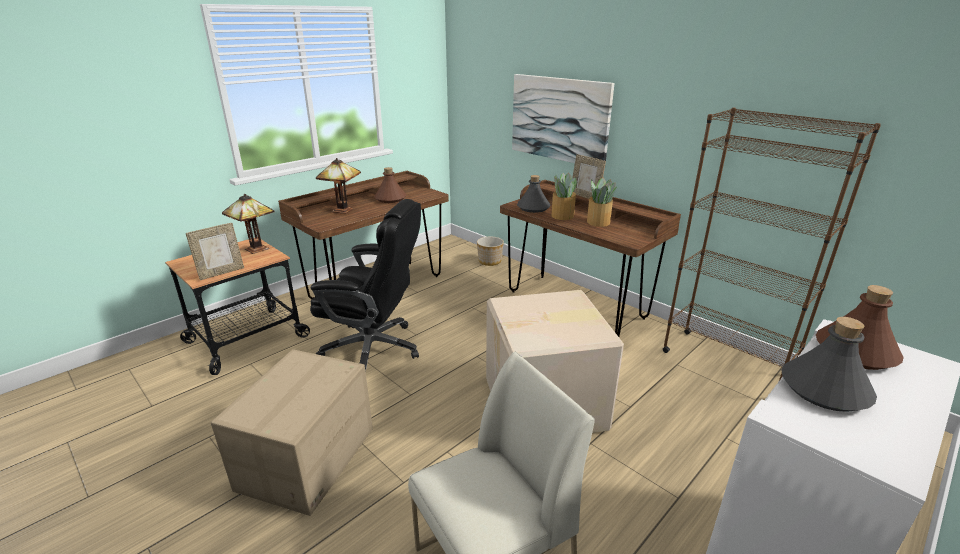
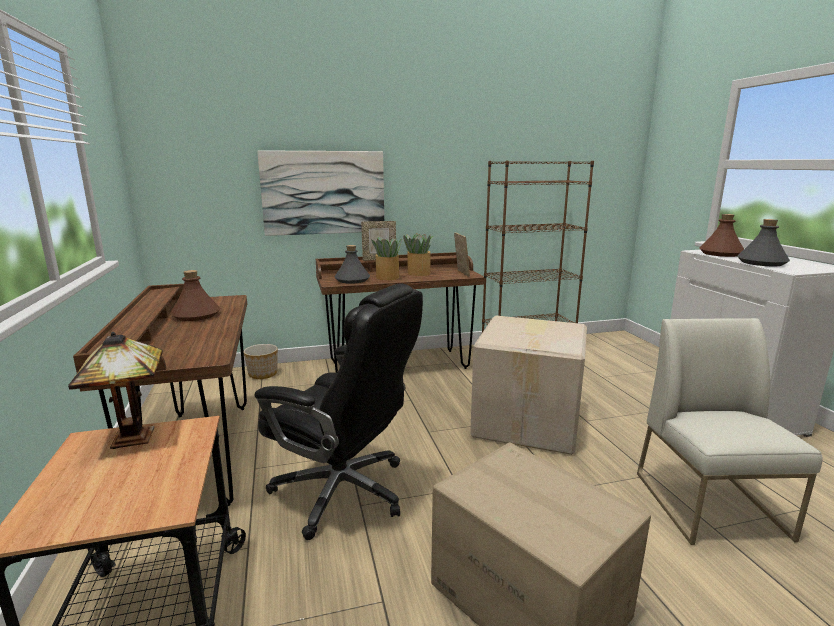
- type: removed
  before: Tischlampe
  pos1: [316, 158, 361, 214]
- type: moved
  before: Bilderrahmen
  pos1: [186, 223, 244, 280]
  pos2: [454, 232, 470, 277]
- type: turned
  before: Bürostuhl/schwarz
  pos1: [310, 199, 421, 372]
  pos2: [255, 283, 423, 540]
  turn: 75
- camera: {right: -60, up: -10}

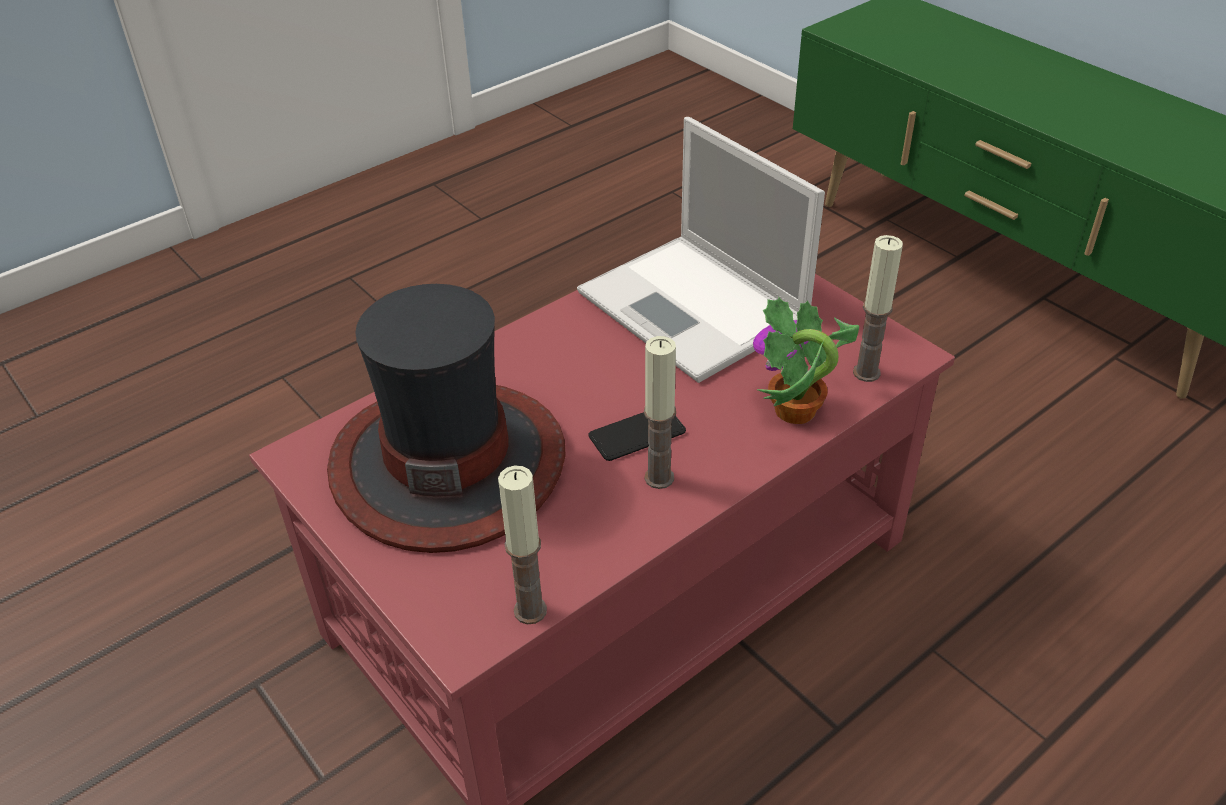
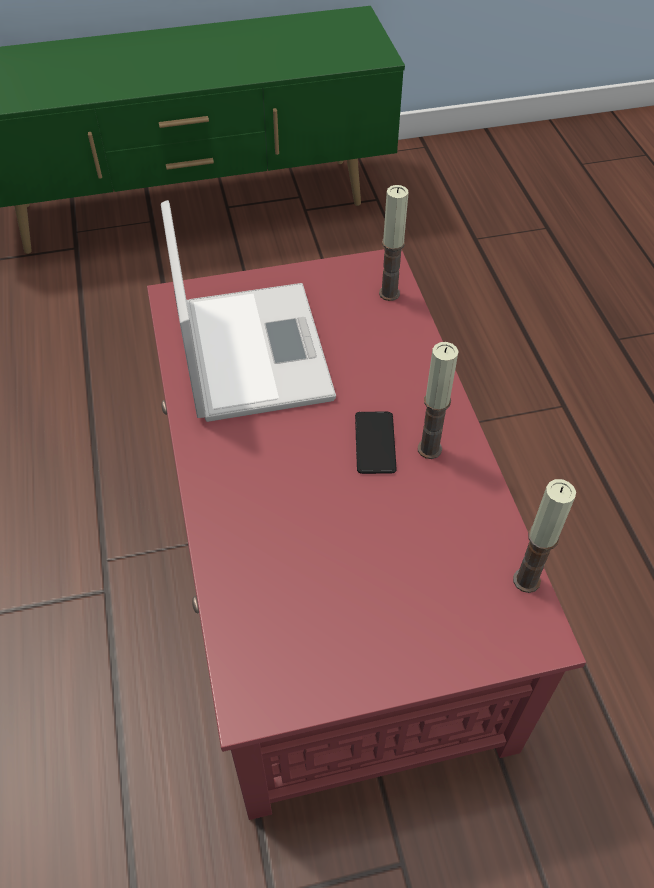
- type: removed
  before: Hut
  pos1: [327, 284, 566, 553]
- type: removed
  before: Topfpflanze
  pos1: [753, 297, 859, 424]
- type: turned
  before: Laptop
  pos1: [577, 117, 825, 383]
  pos2: [161, 200, 336, 422]
  turn: -90
- camera: {right: -65, up: 10}

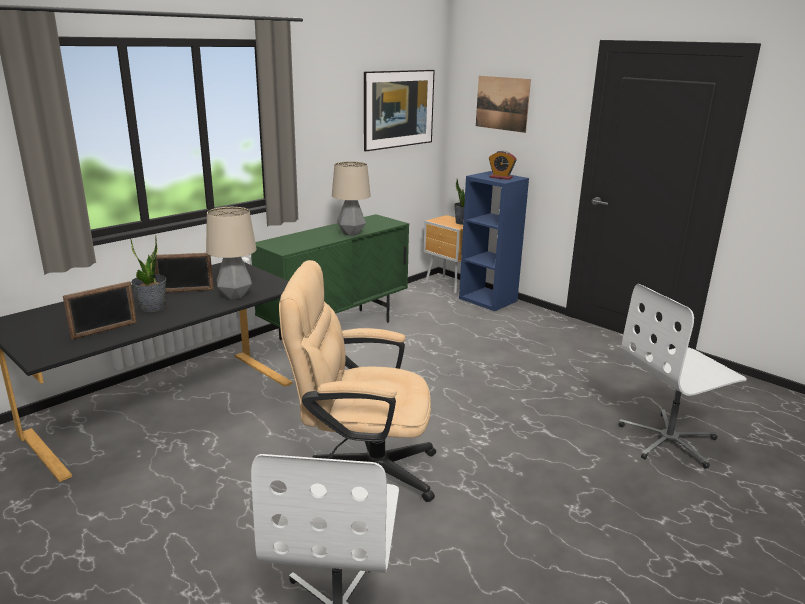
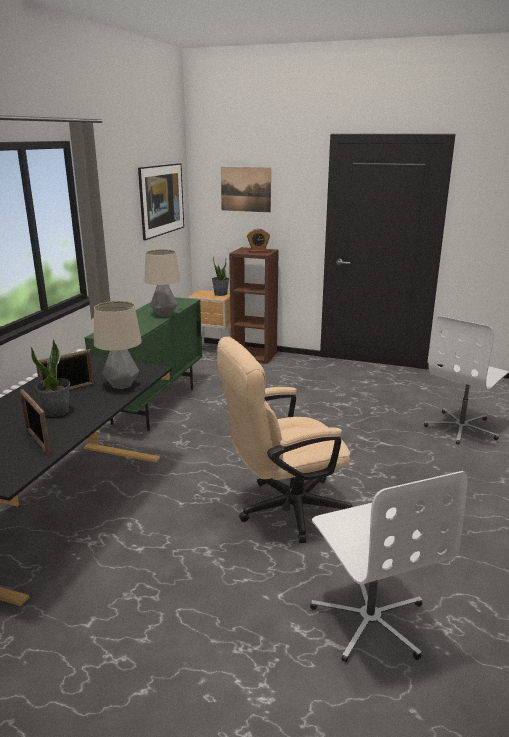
- type: recoloured
  before: Bücherregal/blau
  after: Bücherregal/braun
  pos1: [459, 171, 529, 311]
  pos2: [229, 247, 279, 364]
- type: turned
  before: Bilderrahmen
  pos1: [63, 281, 137, 340]
  pos2: [20, 389, 51, 455]
  turn: 120
- camera: {right: -25, up: 0}

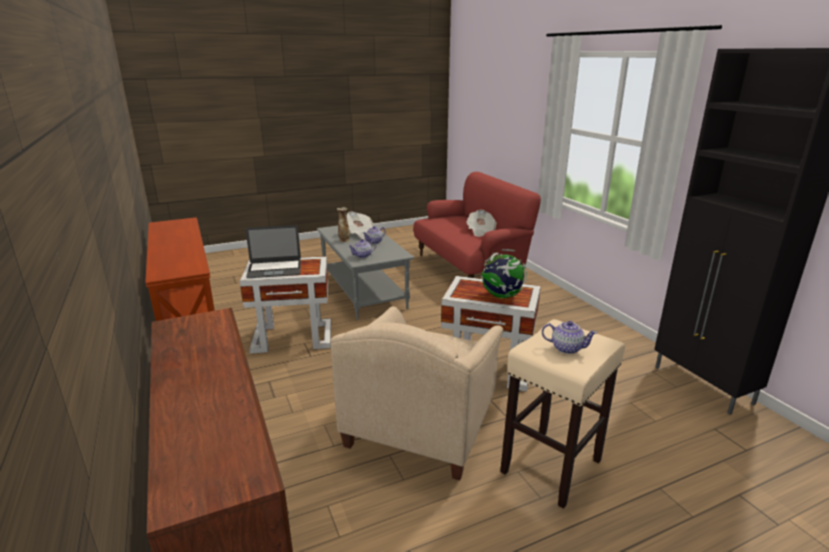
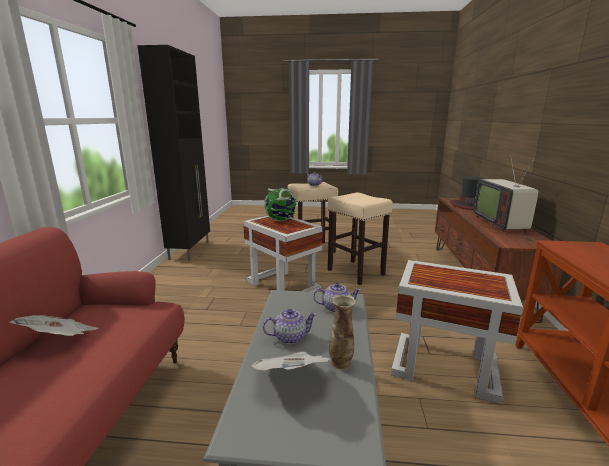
- type: removed
  before: Laptop
  pos1: [246, 225, 301, 278]
- type: added
  after: Hut
  pos2: [450, 176, 484, 210]
- type: added
  after: Fernseher
  pos2: [474, 155, 539, 232]
- type: replaced
  before: Sessel/beige
  after: Hocker/beige
  pos1: [330, 306, 504, 480]
  pos2: [328, 193, 393, 285]
- camera: {right: -150, up: -5}

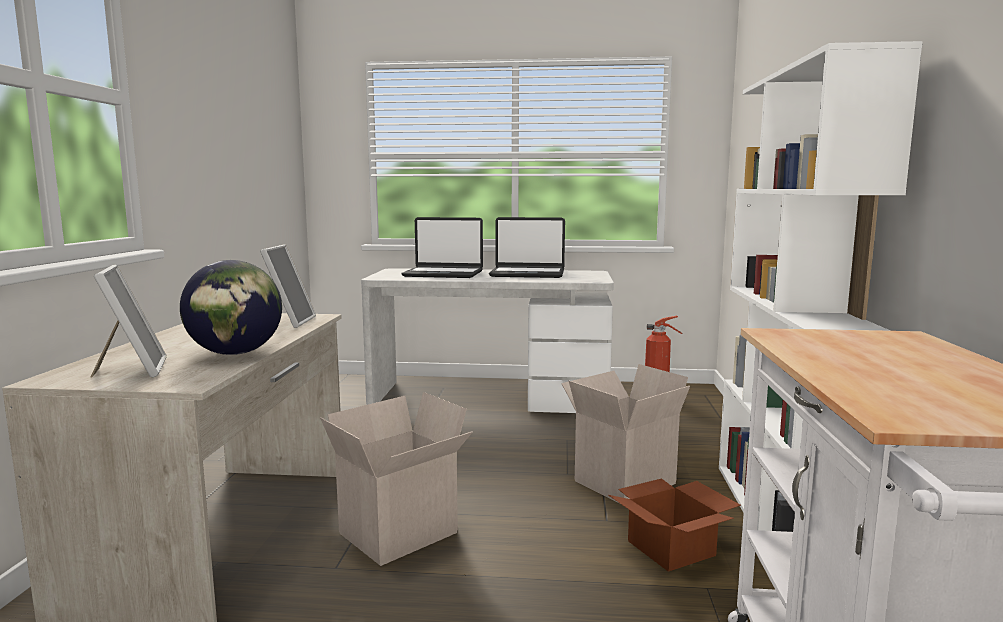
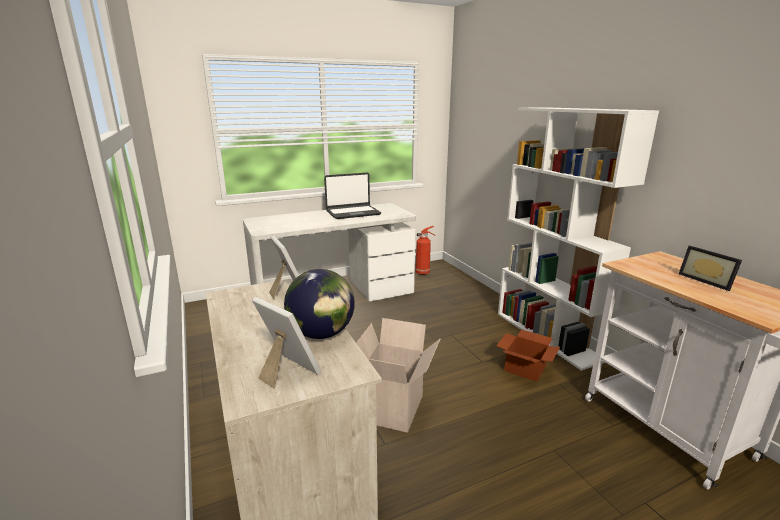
- type: removed
  before: Laptop
  pos1: [401, 217, 483, 278]
- type: removed
  before: Karton
  pos1: [561, 364, 690, 503]
- type: added
  after: Bilderrahmen
  pos2: [679, 246, 742, 291]
- camera: {right: -30, up: 10}

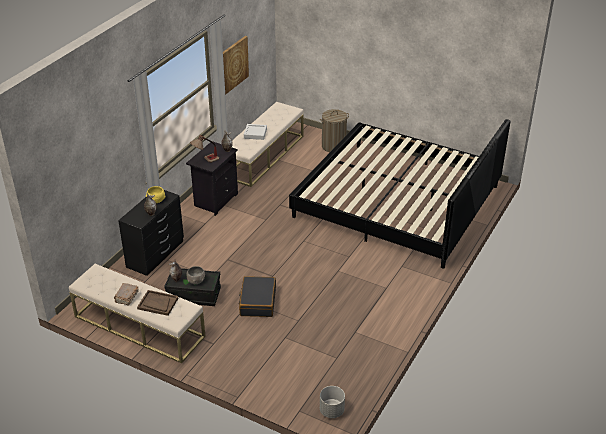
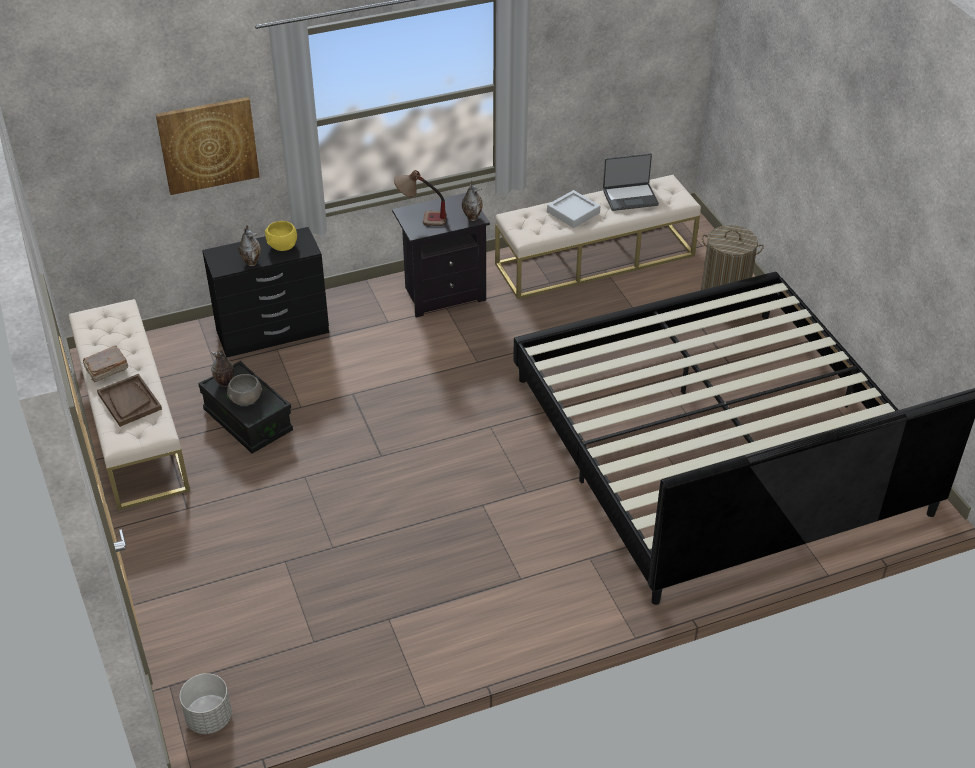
- type: removed
  before: Koffer/schwarz
  pos1: [239, 276, 276, 317]
- type: added
  after: Laptop
  pos2: [603, 153, 659, 211]
- type: moved
  before: Bild
  pos1: [223, 36, 249, 95]
  pos2: [156, 97, 260, 195]
- camera: {right: 40, up: 5}

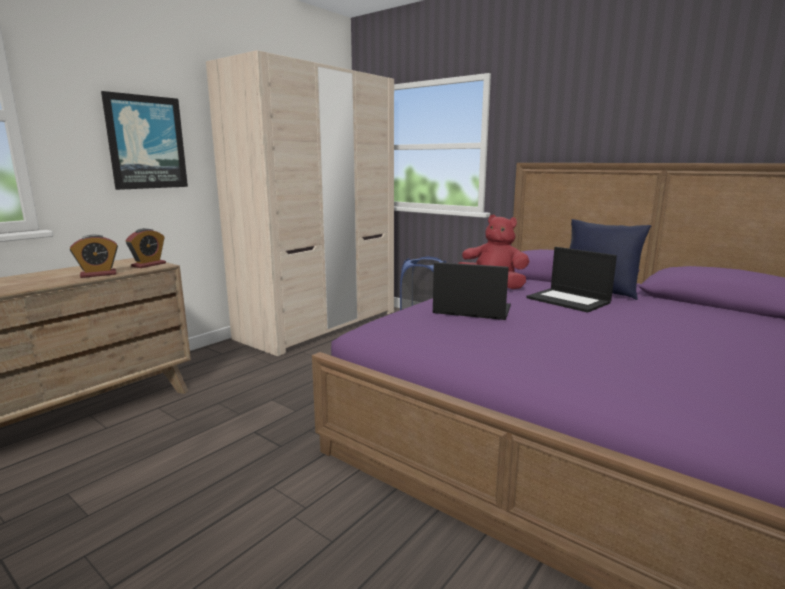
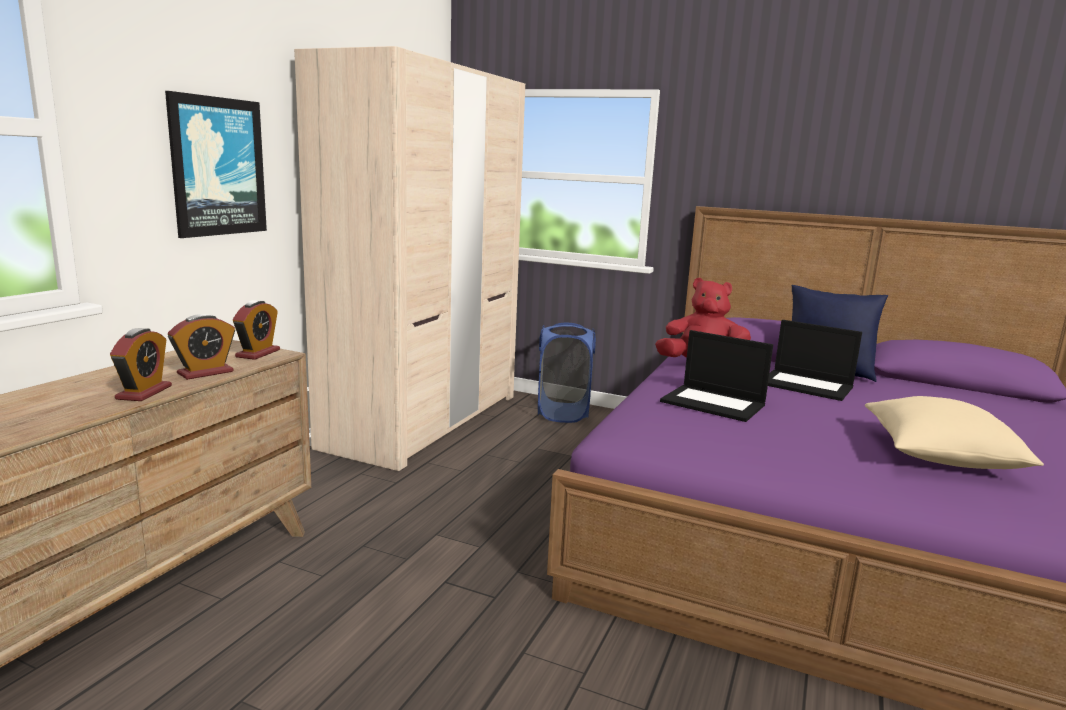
- type: added
  after: Wecker
  pos2: [110, 328, 172, 401]
- type: added
  after: Kissen/beige
  pos2: [865, 396, 1044, 469]
- type: turned
  before: Laptop
  pos1: [433, 262, 511, 320]
  pos2: [660, 330, 773, 422]
  turn: -150
- camera: {right: -15, up: 0}

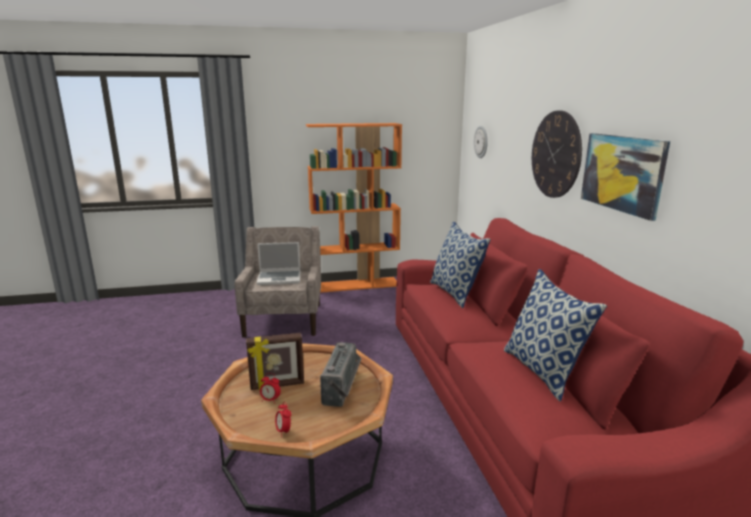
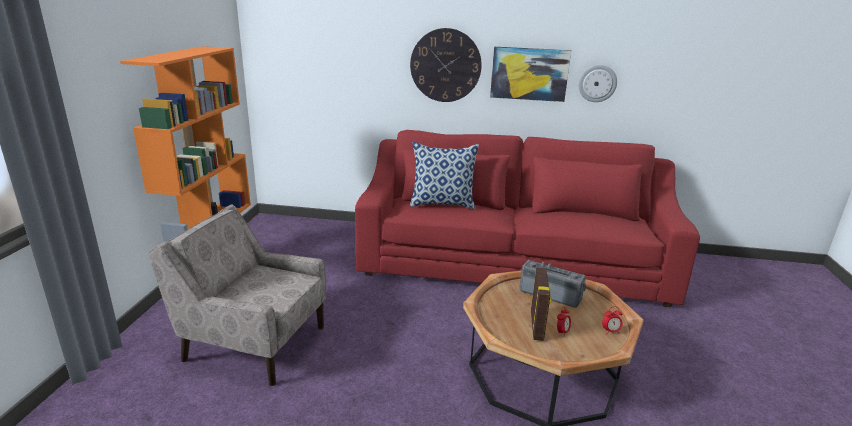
- type: removed
  before: Laptop
  pos1: [256, 242, 300, 285]
- type: removed
  before: Kissen
  pos1: [504, 269, 607, 402]
- type: moved
  before: Wanduhr
  pos1: [474, 126, 488, 158]
  pos2: [579, 65, 617, 102]
- camera: {right: -70, up: 5}

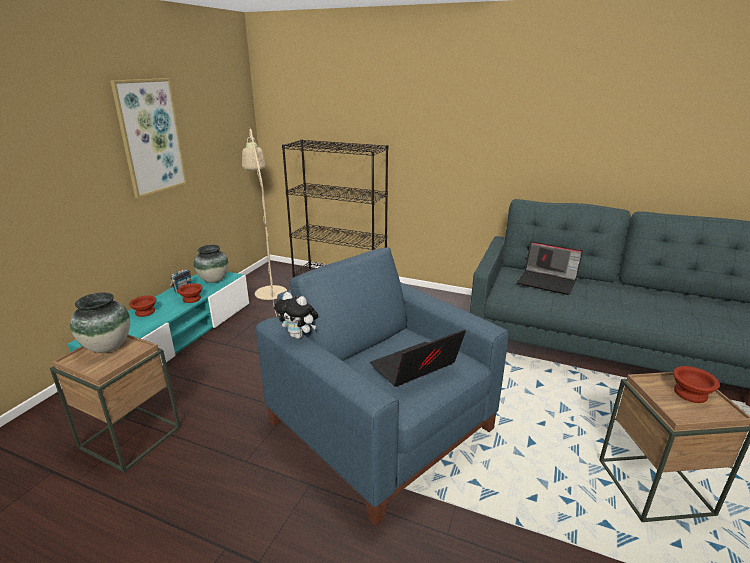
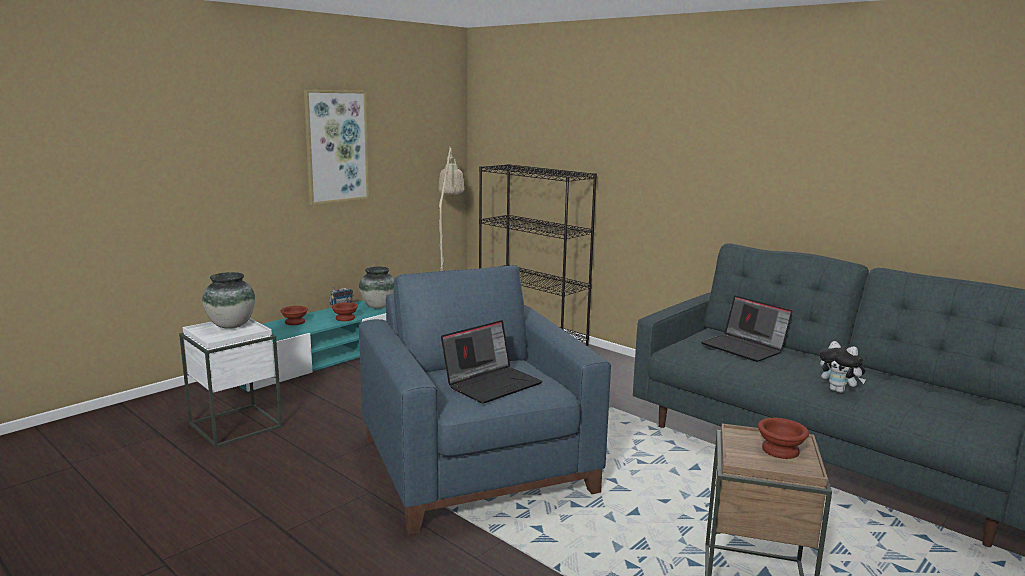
- type: moved
  before: Plüschtier
  pos1: [274, 292, 318, 339]
  pos2: [819, 341, 866, 393]
- type: recoloured
  before: Beistelltisch/braun
  after: Beistelltisch/weiß
  pos1: [50, 335, 181, 473]
  pos2: [179, 318, 283, 448]
- type: turned
  before: Laptop
  pos1: [370, 330, 466, 387]
  pos2: [441, 320, 543, 404]
  turn: 150
- camera: {right: 20, up: -10}

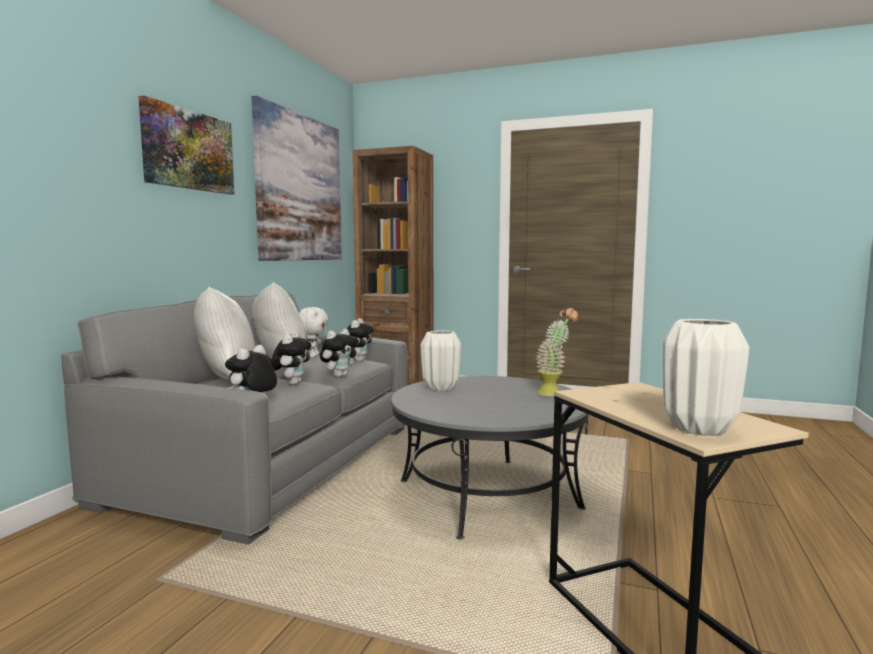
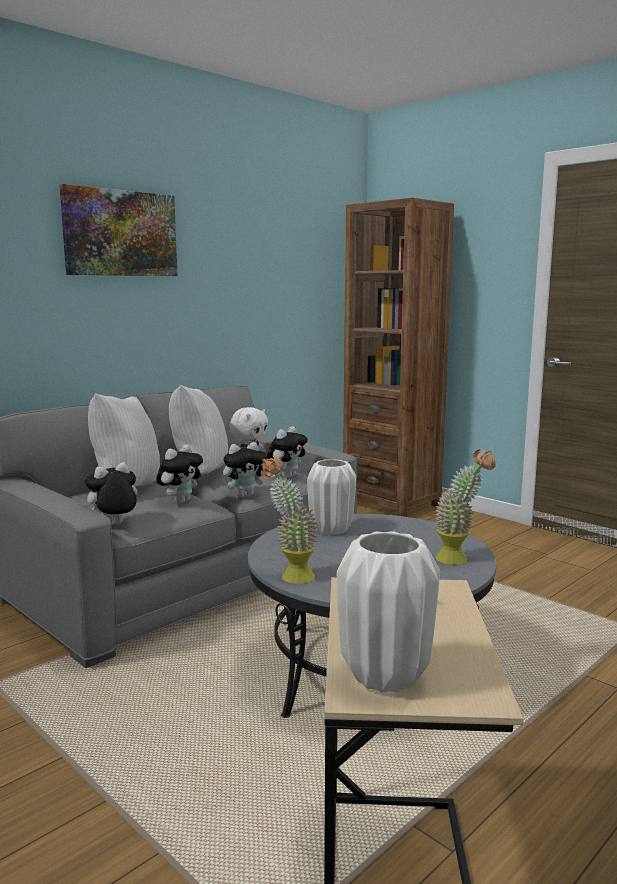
- type: removed
  before: Bild
  pos1: [252, 96, 342, 261]
- type: added
  after: Topfpflanze
  pos2: [261, 457, 319, 584]
- camera: {right: 25, up: 5}

